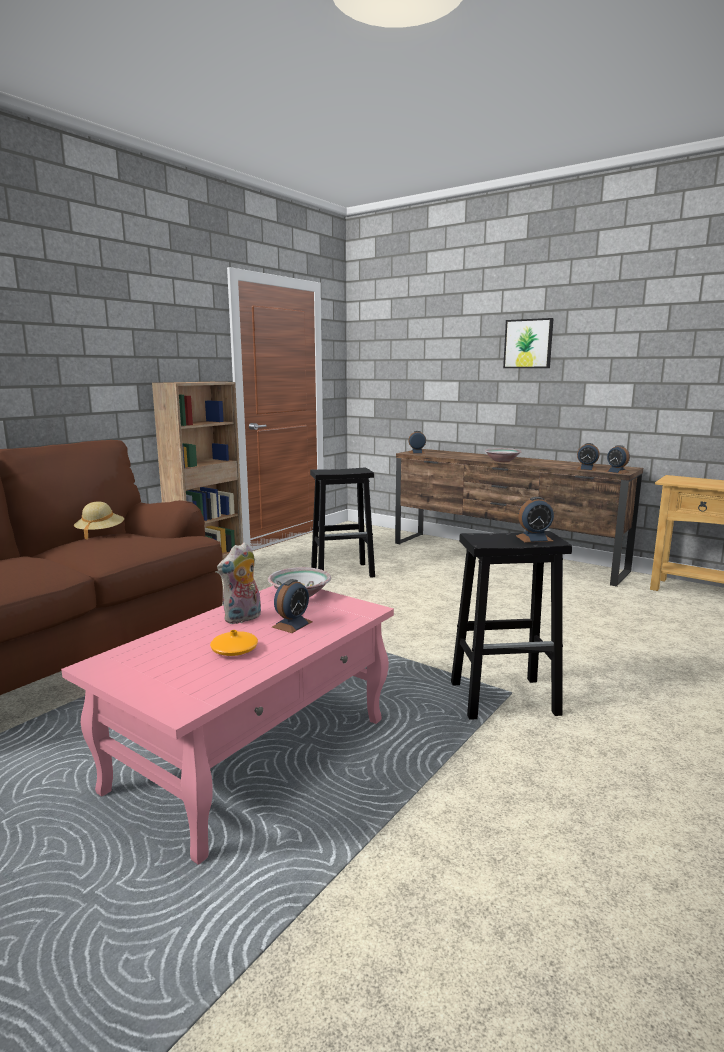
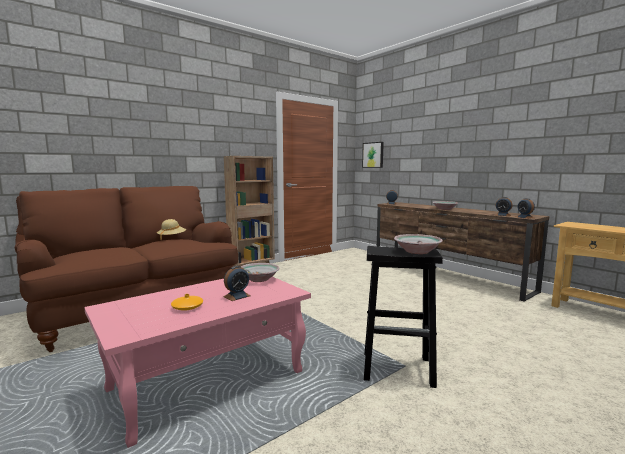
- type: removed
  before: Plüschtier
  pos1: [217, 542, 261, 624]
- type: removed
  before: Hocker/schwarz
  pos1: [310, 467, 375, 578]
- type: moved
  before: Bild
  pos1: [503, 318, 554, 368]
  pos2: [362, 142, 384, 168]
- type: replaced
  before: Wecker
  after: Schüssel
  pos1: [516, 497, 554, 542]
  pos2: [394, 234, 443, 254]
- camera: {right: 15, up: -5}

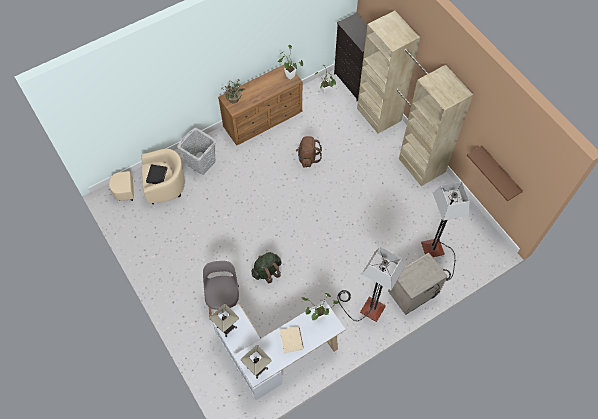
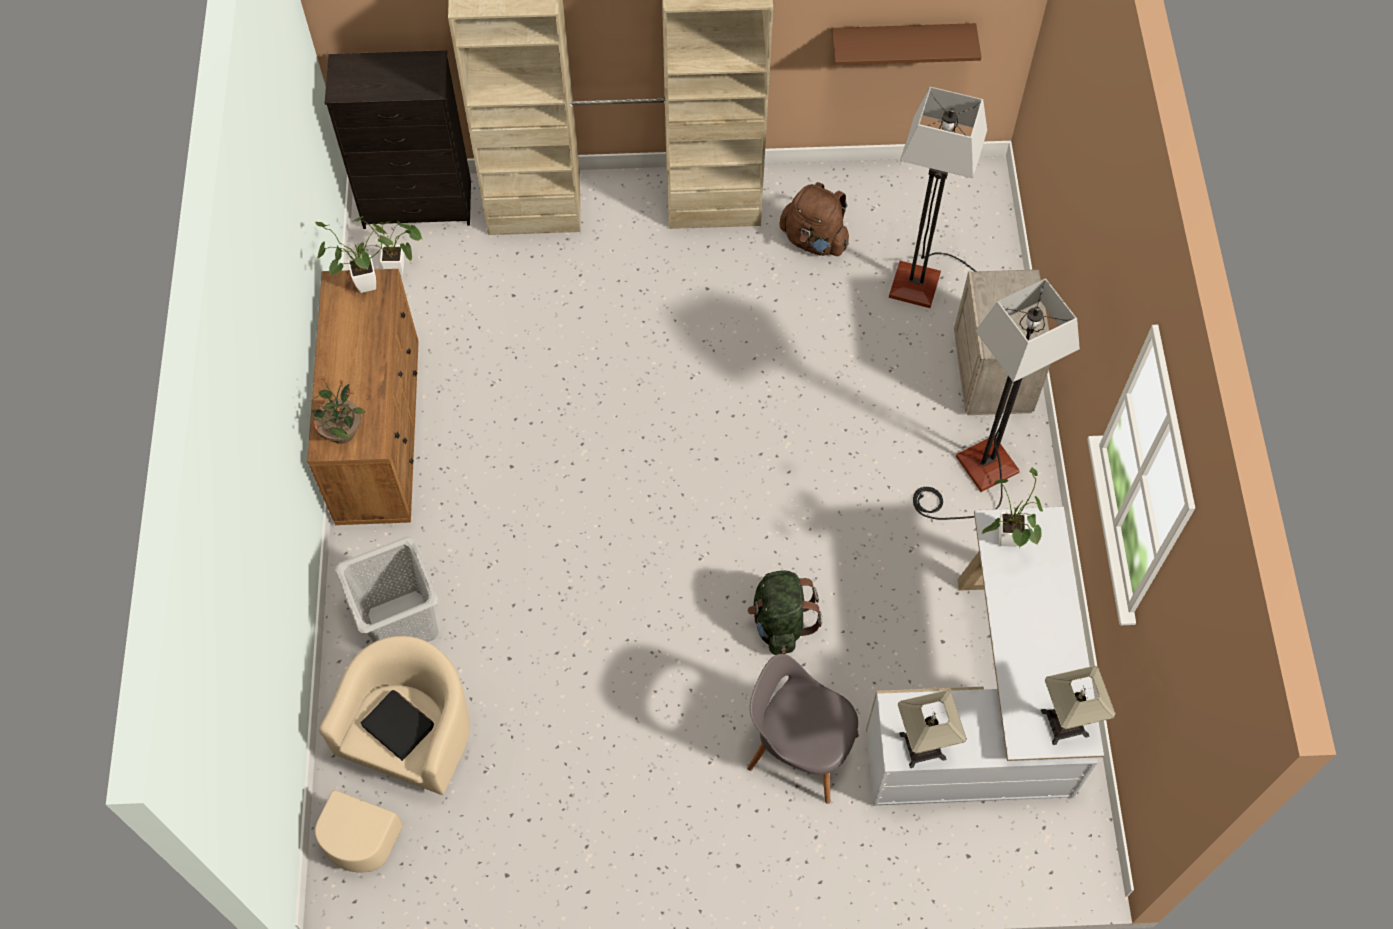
- type: removed
  before: Buch/beige
  pos1: [280, 326, 304, 353]
- type: moved
  before: Rucksack/braun
  pos1: [296, 136, 322, 168]
  pos2: [779, 182, 849, 256]
- camera: {right: -60, up: 0}

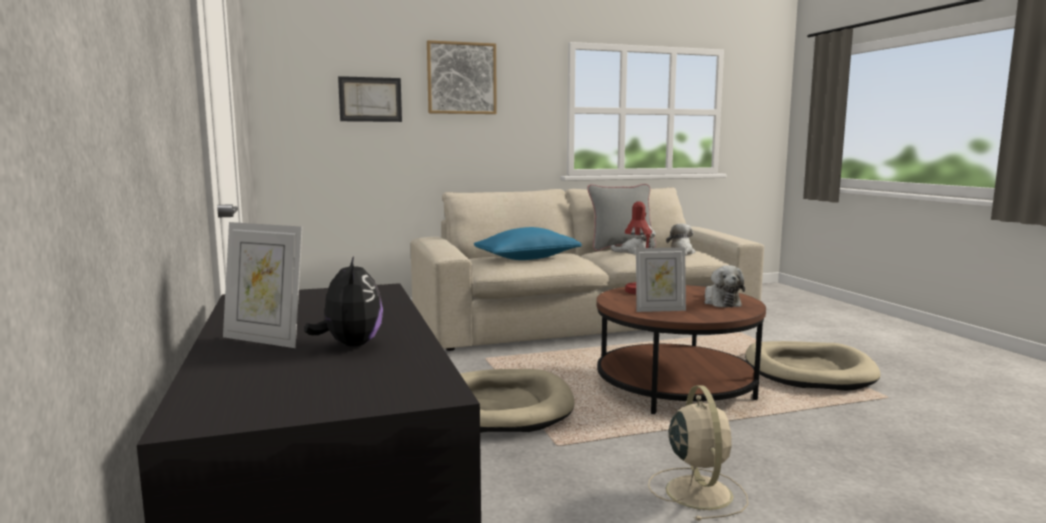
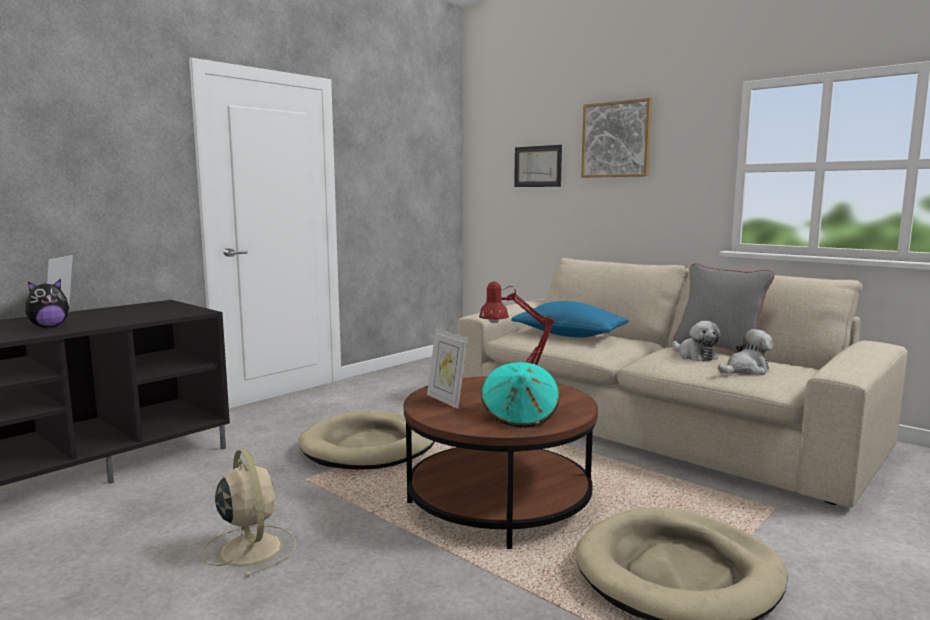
- type: replaced
  before: Plüschtier
  after: Hut/türkis
  pos1: [704, 265, 745, 308]
  pos2: [481, 362, 559, 427]
- type: turned
  before: Ventilator/beige
  pos1: [648, 385, 748, 521]
  pos2: [200, 449, 296, 577]
  turn: -90
- camera: {right: 60, up: 0}

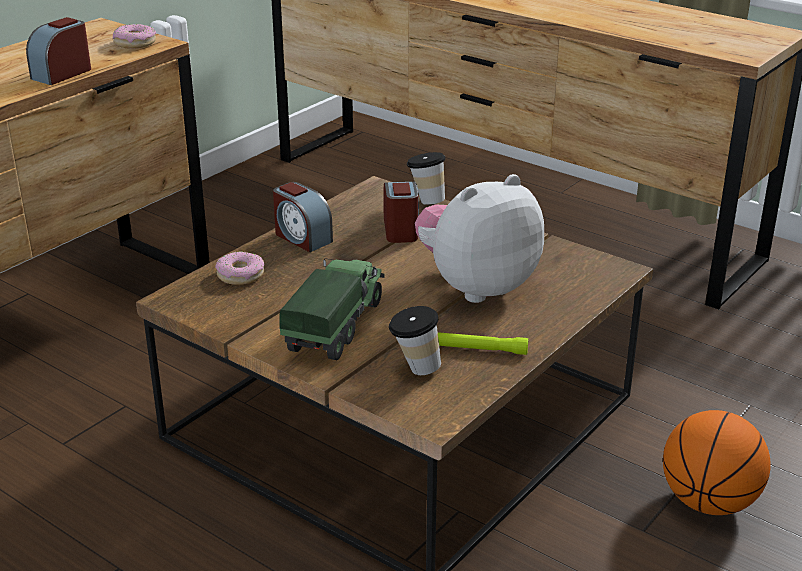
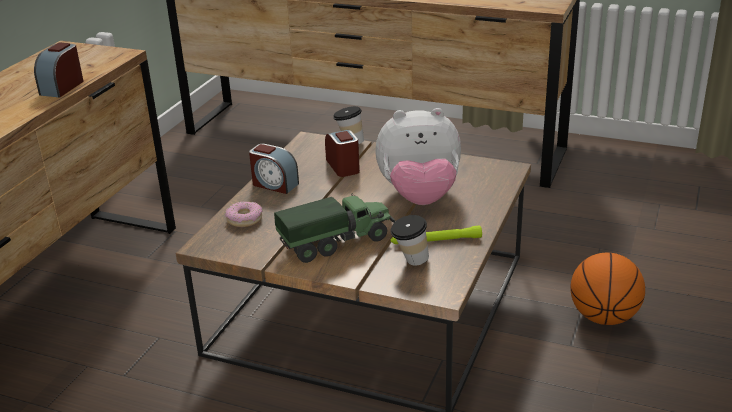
- type: removed
  before: Donut
  pos1: [113, 24, 156, 49]
- type: turned
  before: Spielzeuglaster
  pos1: [279, 258, 385, 360]
  pos2: [274, 193, 395, 263]
  turn: 60
- type: turned
  before: Plüschtier
  pos1: [415, 174, 544, 303]
  pos2: [375, 108, 461, 205]
  turn: -135
- camera: {right: -15, up: 0}

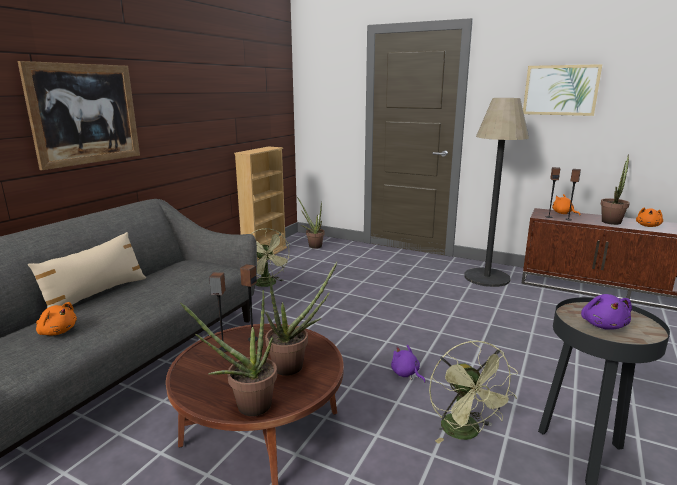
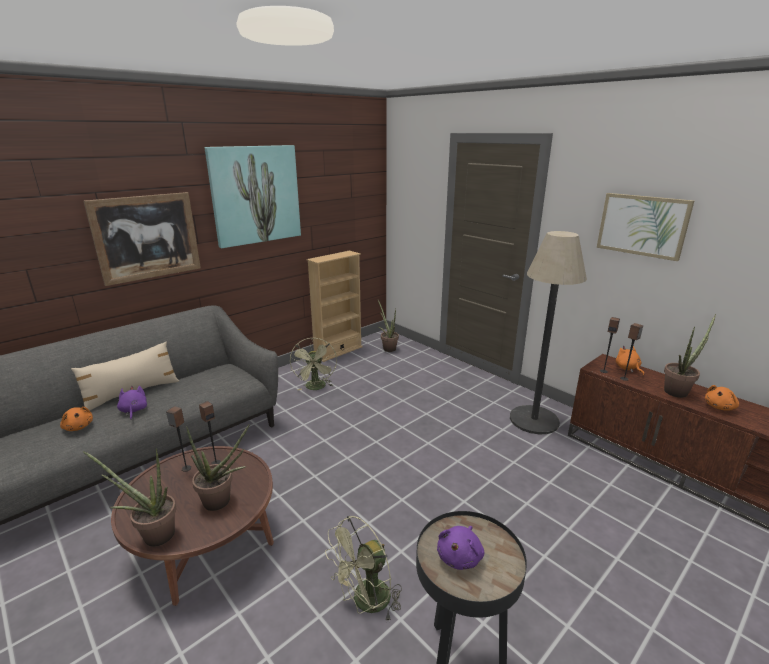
- type: added
  after: Bild
  pos2: [205, 145, 301, 248]
- type: moved
  before: Plüschtier/lila
  pos1: [391, 345, 425, 383]
  pos2: [117, 386, 147, 420]
- type: turned
  before: Ventilator/grün
  pos1: [429, 341, 518, 444]
  pos2: [325, 516, 402, 623]
  turn: 45
- camera: {right: 20, up: 5}

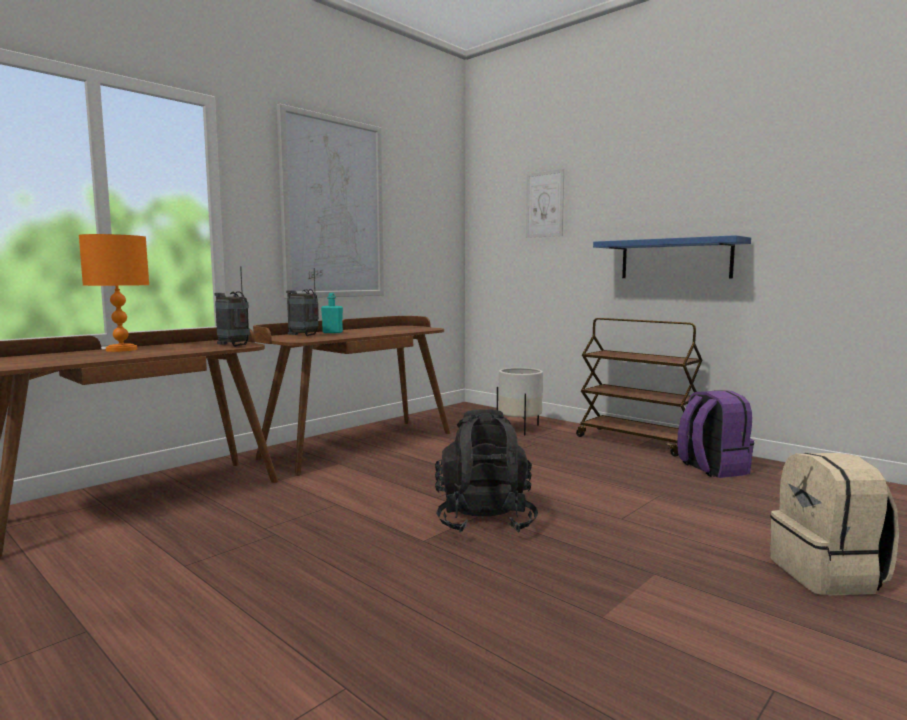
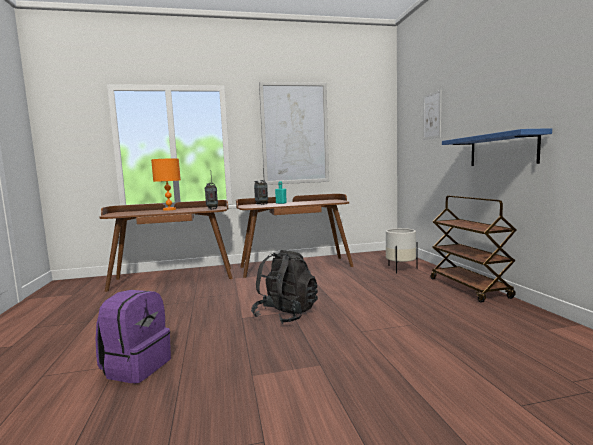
- type: removed
  before: Rucksack/beige
  pos1: [770, 453, 899, 595]
- type: moved
  before: Rucksack/lila
  pos1: [677, 390, 754, 478]
  pos2: [96, 290, 171, 384]
- camera: {right: 35, up: 0}

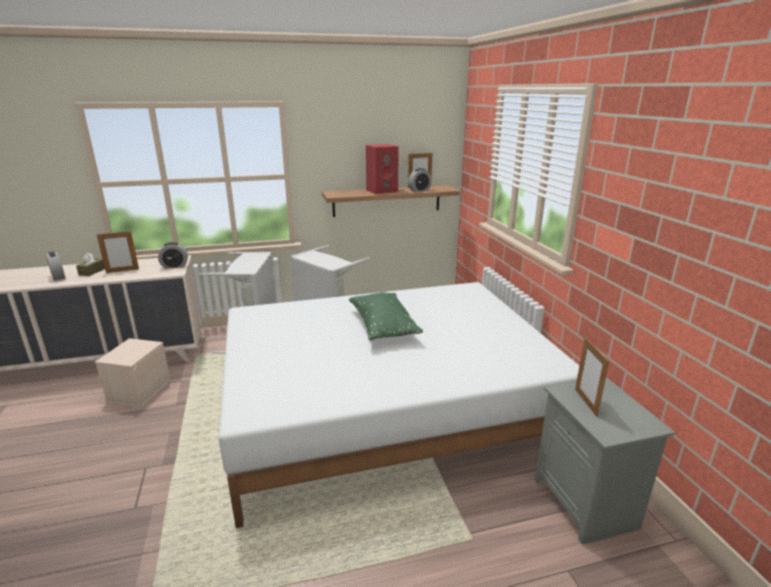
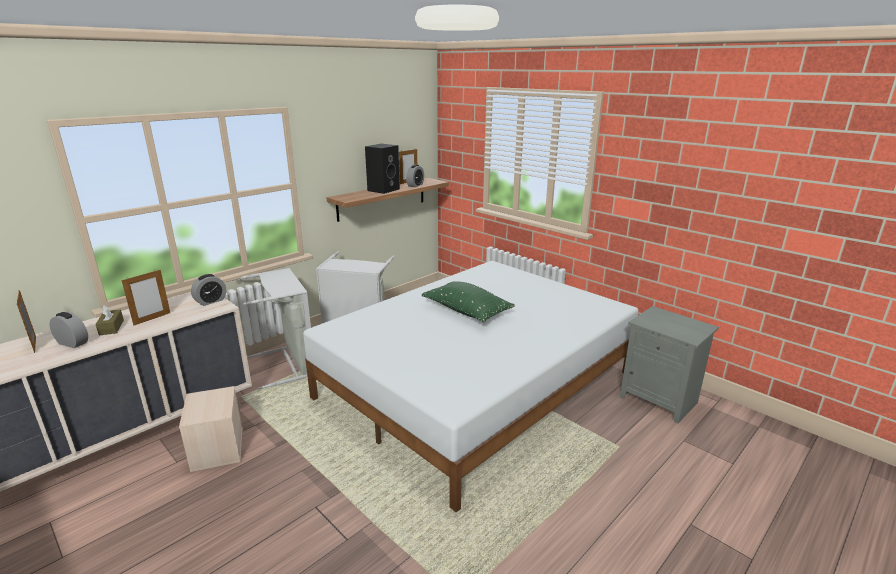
- type: moved
  before: Bilderrahmen
  pos1: [575, 338, 609, 417]
  pos2: [17, 290, 36, 353]
- type: recoloured
  before: Lautsprecher/rot
  after: Lautsprecher/schwarz
  pos1: [366, 144, 399, 194]
  pos2: [365, 144, 400, 194]
- camera: {right: -30, up: 0}

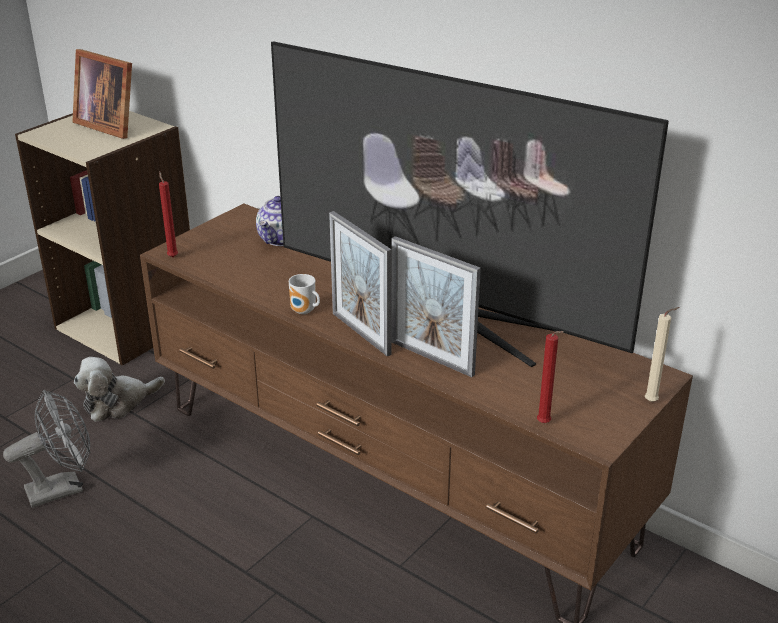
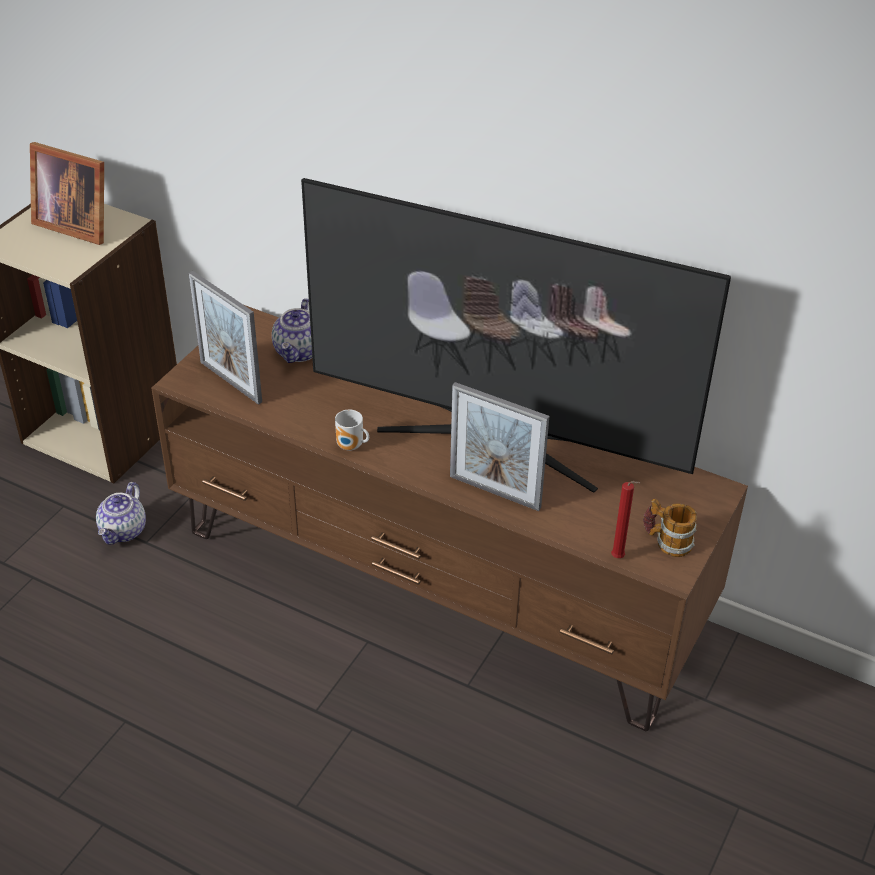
- type: removed
  before: Ventilator/grau
  pos1: [3, 390, 90, 508]
- type: removed
  before: Kerze/rot
  pos1: [159, 171, 178, 257]
- type: removed
  before: Kerze/beige
  pos1: [645, 307, 680, 402]
- type: added
  after: Henkelbecher
  pos2: [643, 499, 697, 557]
- type: moved
  before: Bilderrahmen
  pos1: [329, 211, 392, 356]
  pos2: [189, 271, 262, 405]
- type: replaced
  before: Plüschtier
  after: Teekanne
  pos1: [74, 357, 165, 422]
  pos2: [96, 482, 146, 545]
- camera: {right: -10, up: 10}

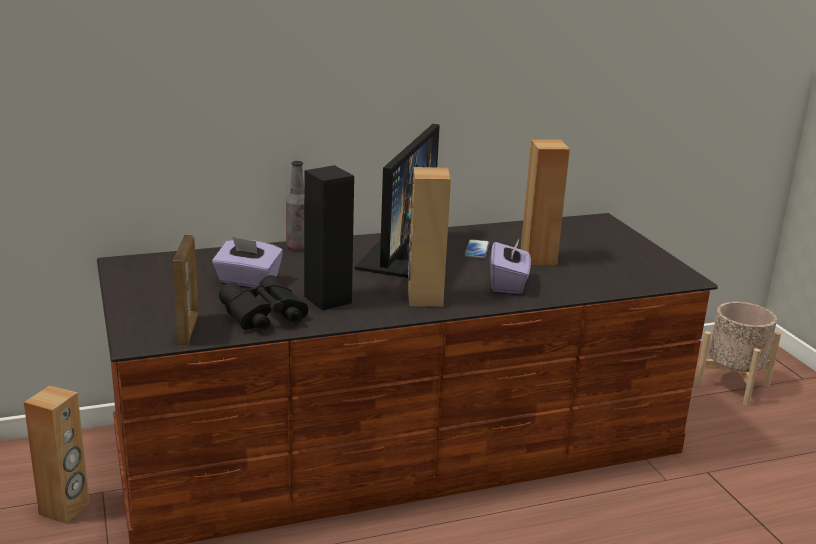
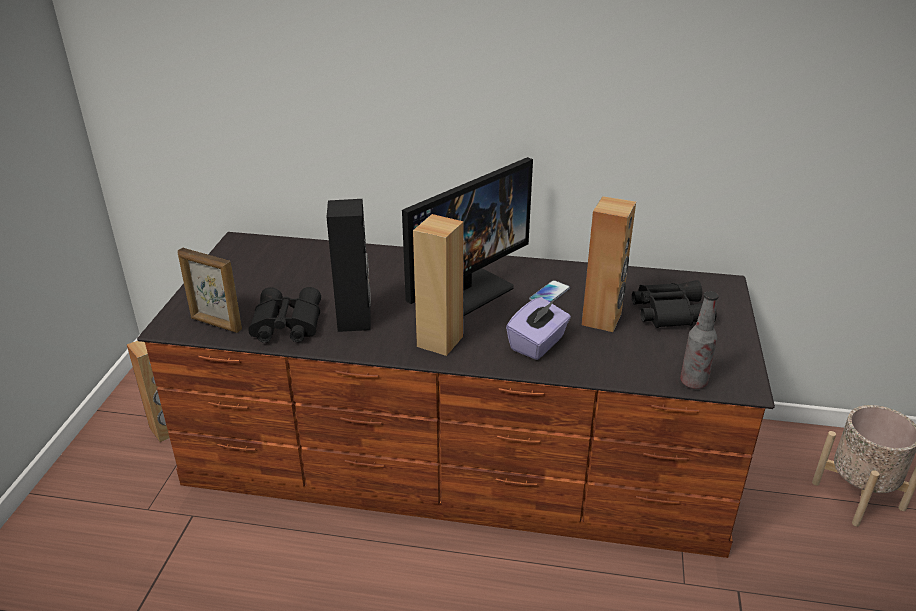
- type: removed
  before: Taschentuchbox/lila
  pos1: [212, 237, 283, 288]
- type: added
  after: Fernglas/schwarz
  pos2: [632, 280, 717, 328]
- type: moved
  before: Flasche
  pos1: [286, 161, 304, 250]
  pos2: [680, 291, 719, 389]
- type: turned
  before: Bilderrahmen
  pos1: [173, 235, 199, 345]
  pos2: [178, 248, 242, 333]
  turn: 90
- camera: {right: 30, up: 10}

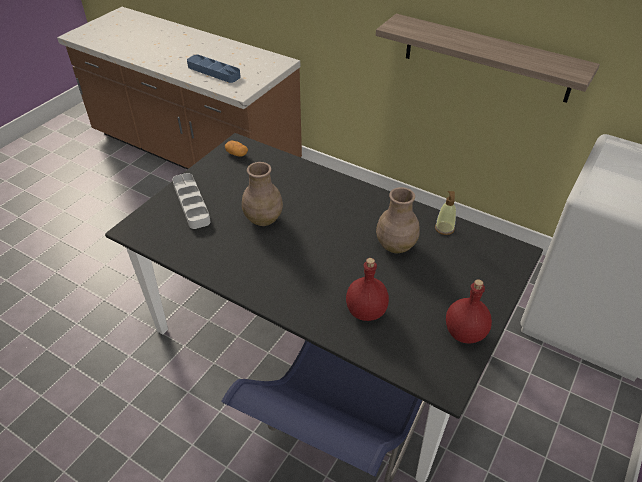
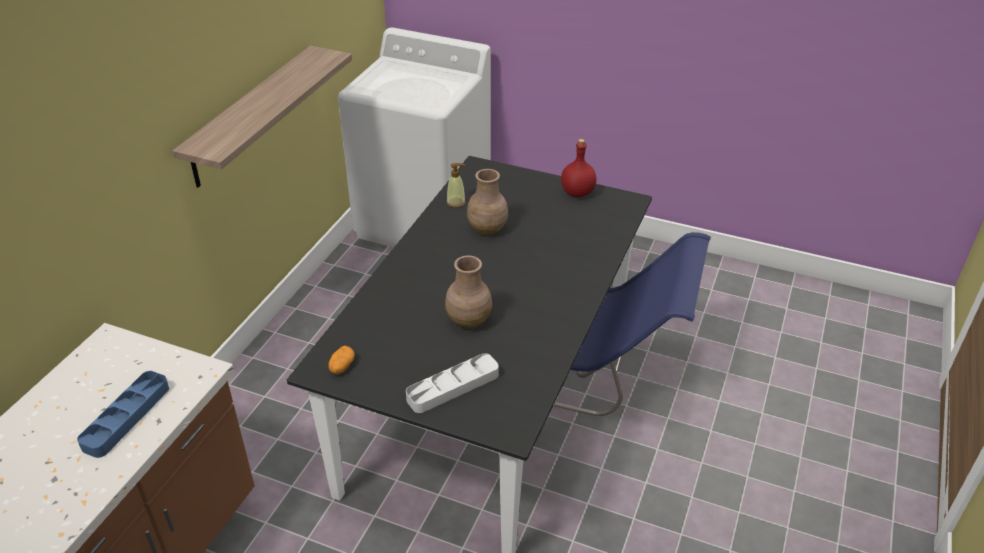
- type: removed
  before: Flasche/rot
  pos1: [346, 258, 389, 321]
- camera: {right: -100, up: -5}

